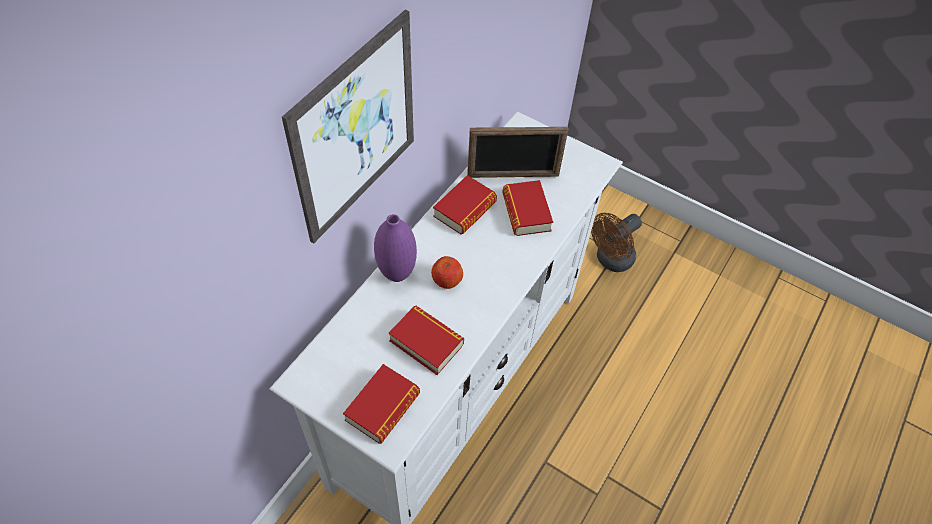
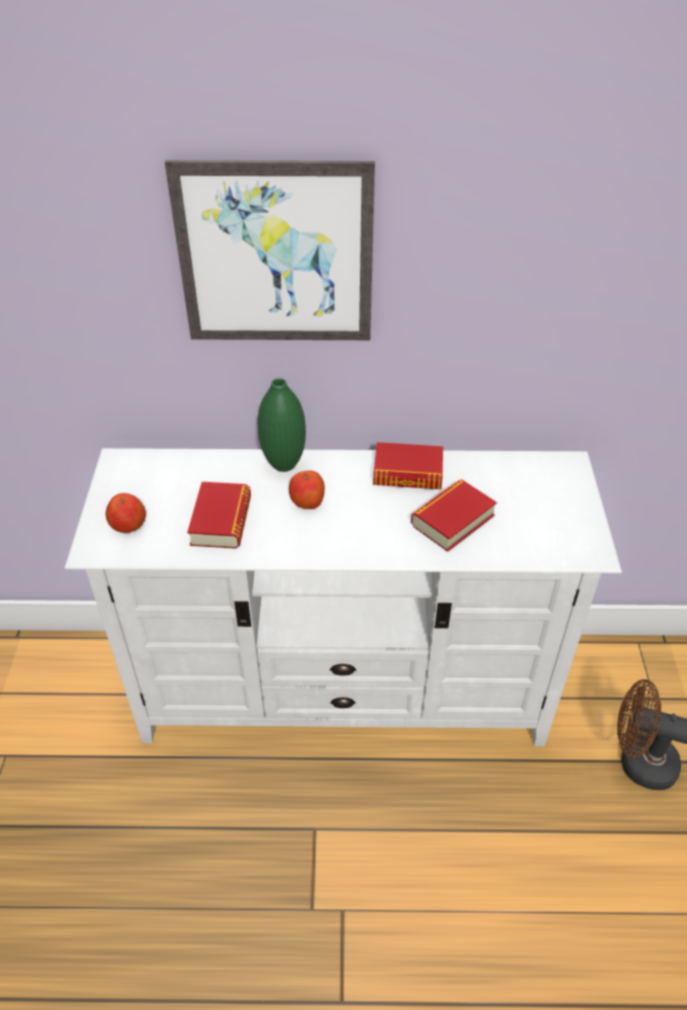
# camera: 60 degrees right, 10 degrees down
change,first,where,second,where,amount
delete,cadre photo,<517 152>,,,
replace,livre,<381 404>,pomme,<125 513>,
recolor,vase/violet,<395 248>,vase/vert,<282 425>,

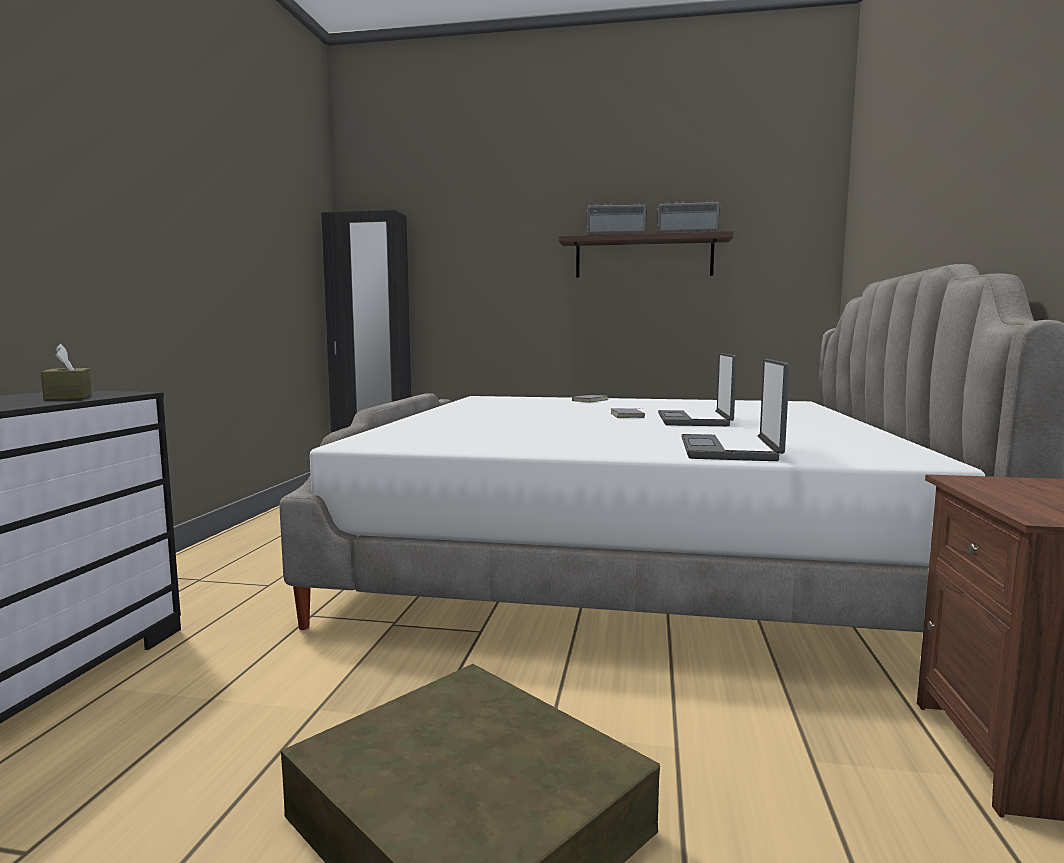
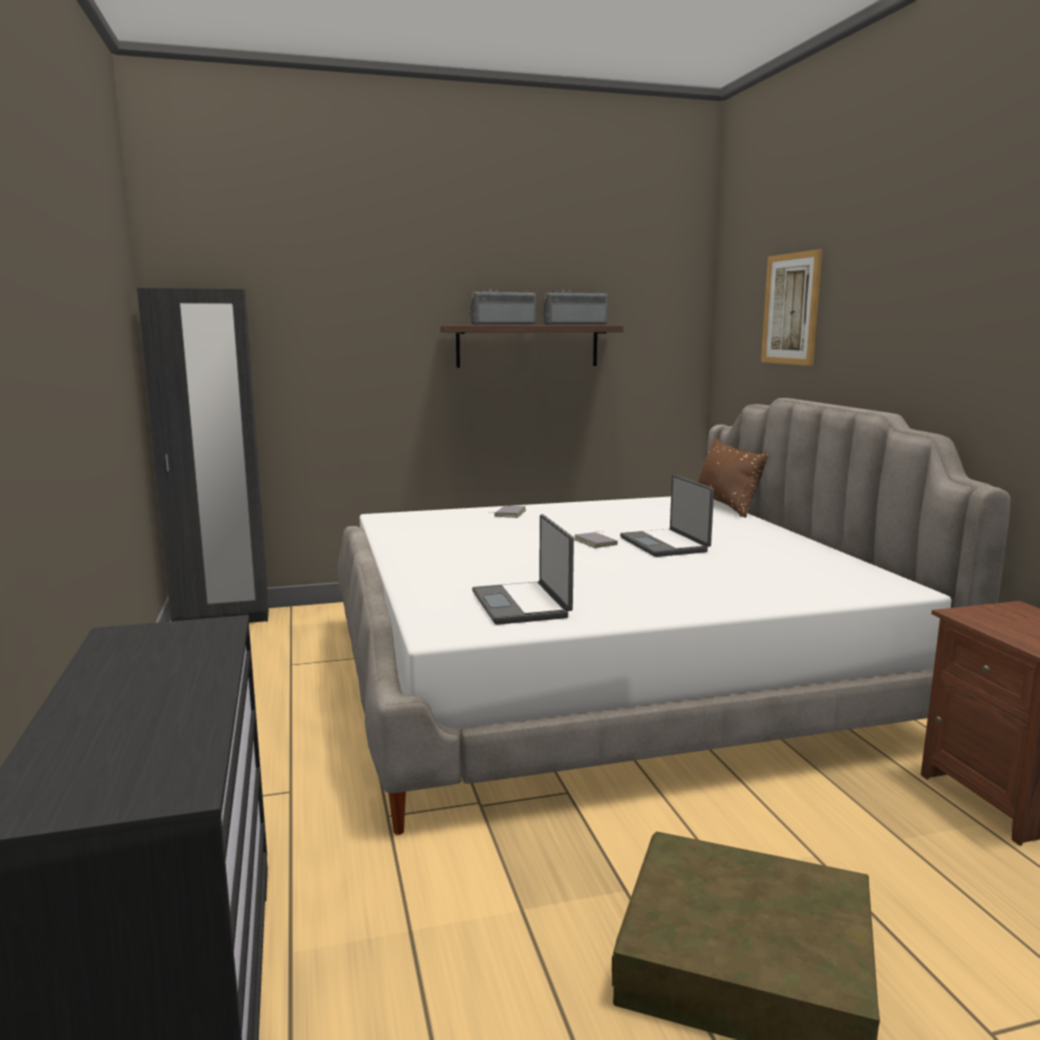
# camera: 25 degrees left, 5 degrees up
change,first,where,second,where,amount
delete,boîte à mouchoirs/marron,<66 371>,,,
insert,,,coussin/marron,<732 478>,
insert,,,tableau,<791 307>,
move,ordinateur portable,<735 410>,,<523 569>,

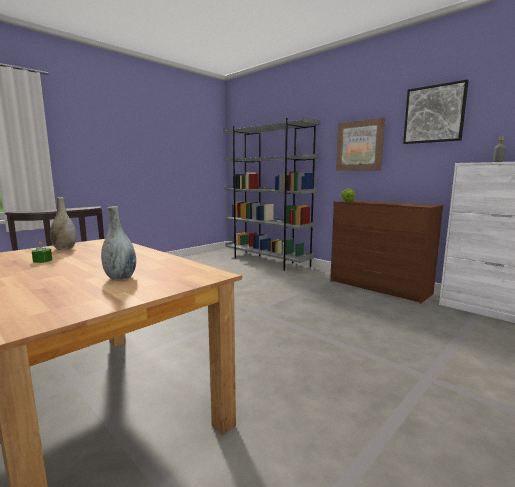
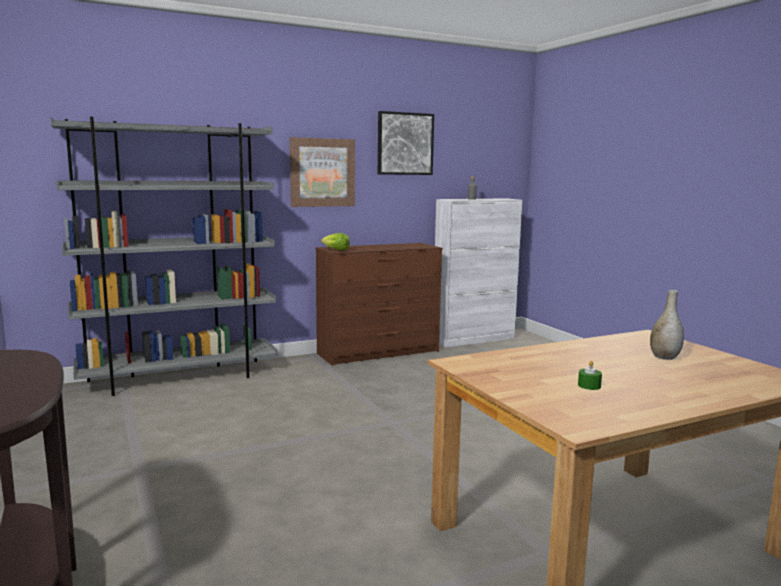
# camera: 70 degrees left, 0 degrees up
change,first,where,second,where,amount
delete,vase/gris,<63 223>,,,

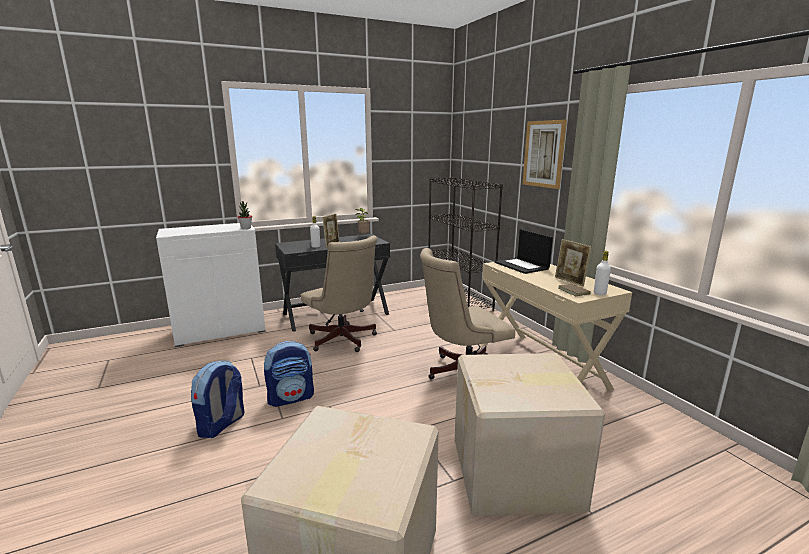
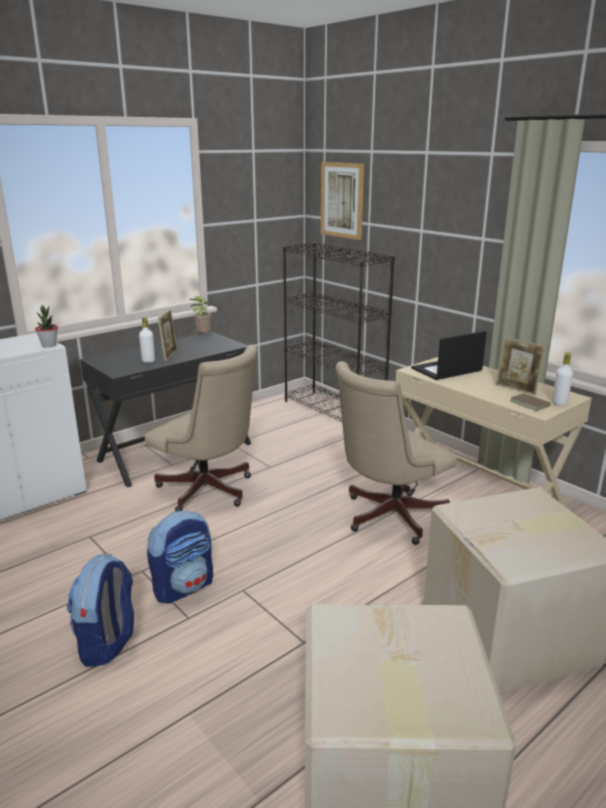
# camera: 15 degrees left, 5 degrees up
change,first,where,second,where,amount
move,tableau,<545 154>,,<342 201>,
rotate,ordinateur portable,<524 251>,,<449 355>,105 degrees clockwise

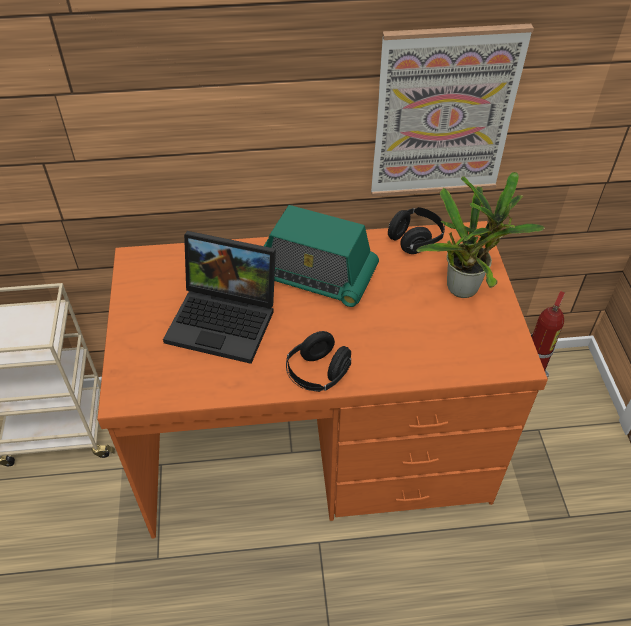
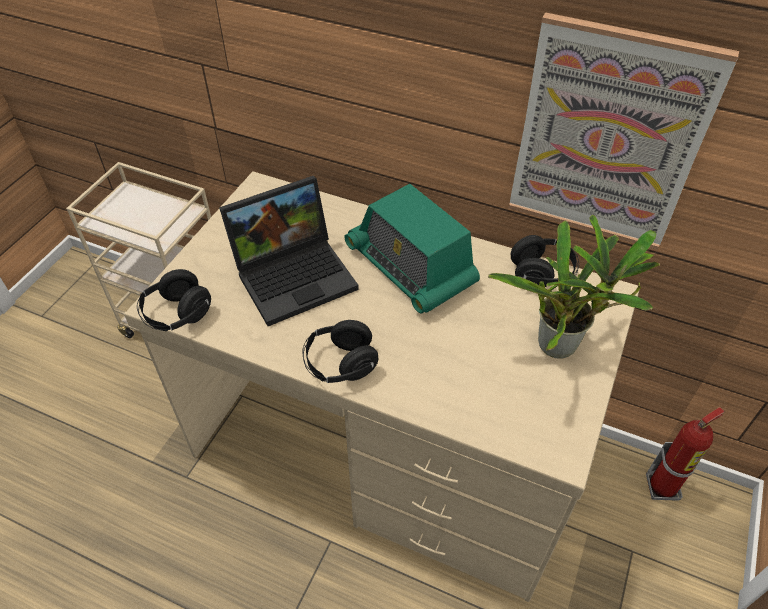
# camera: 30 degrees right, 0 degrees up
change,first,where,second,where,amount
insert,,,casque audio/noir,<174 300>,
recolor,bureau/orange,<322 380>,bureau/beige,<382 386>,
rotate,ordinateur portable,<219 297>,,<289 251>,75 degrees counterclockwise

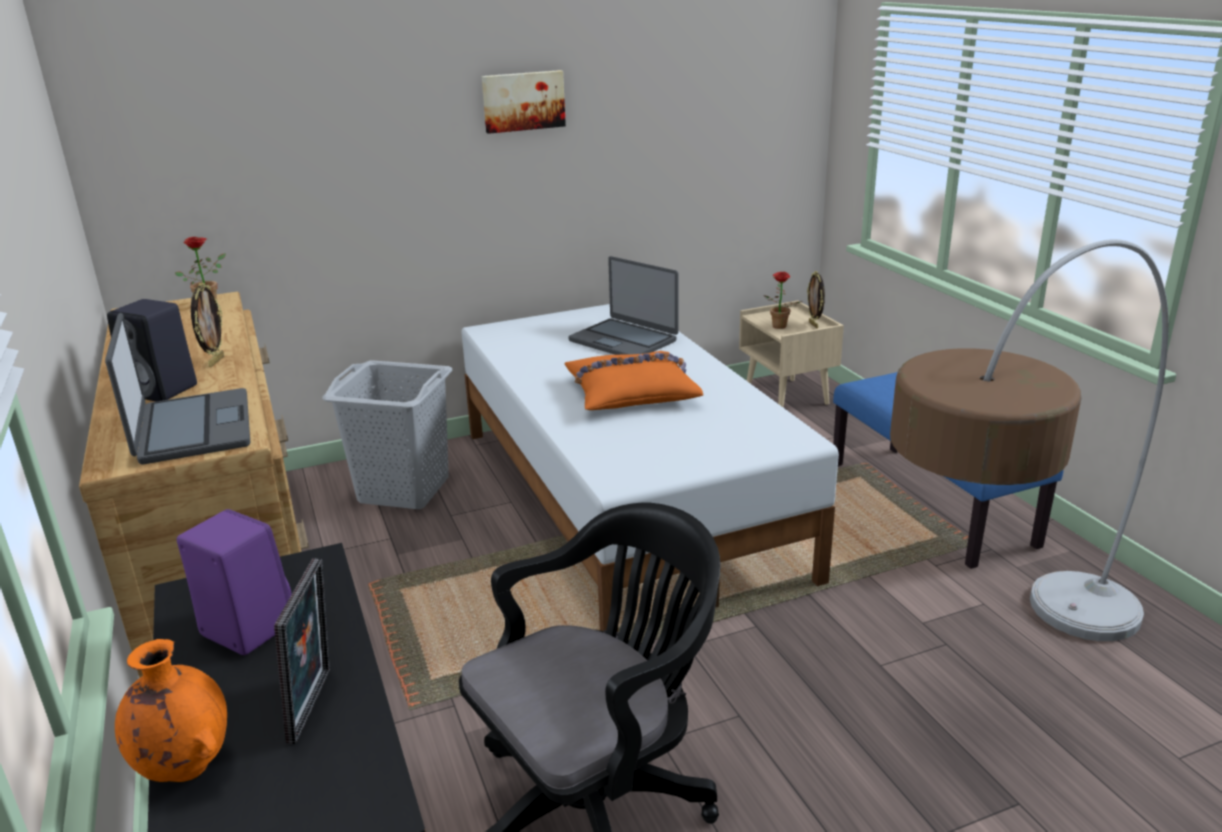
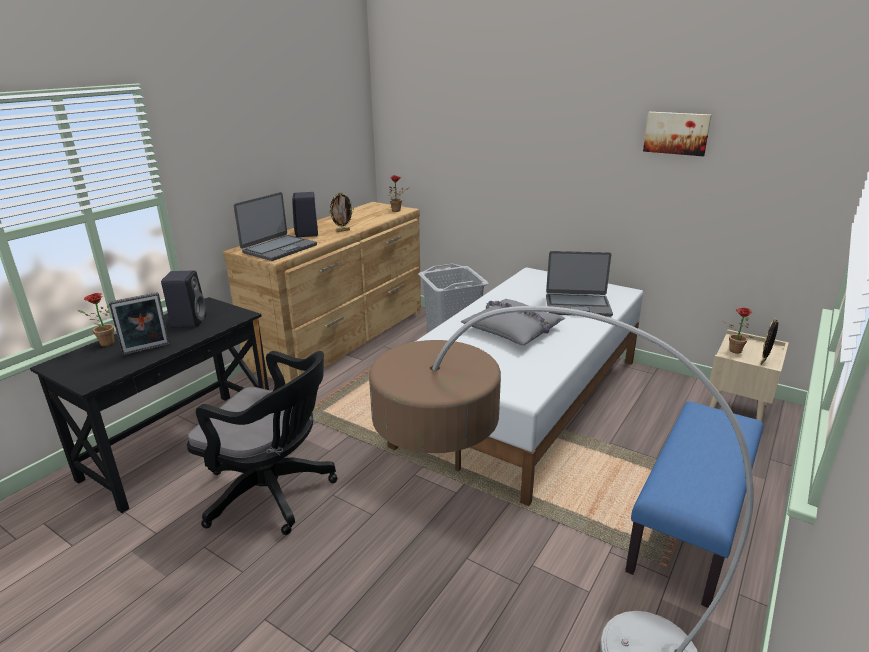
# camera: 55 degrees right, 0 degrees up
change,first,where,second,where,amount
move,tableau,<524 102>,,<677 134>,
replace,vase/orange,<171 710>,plante en pot,<96 319>,
recolor,enceinte/violet,<234 582>,enceinte/noir,<183 299>,
recolor,coussin/orange,<634 380>,coussin/gris,<513 322>,
rotate,ordinateur portable,<623 305>,,<579 284>,90 degrees counterclockwise

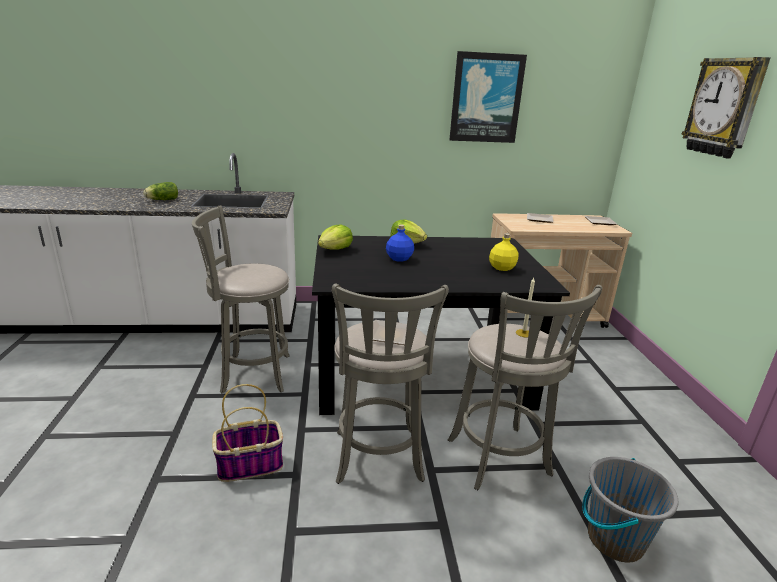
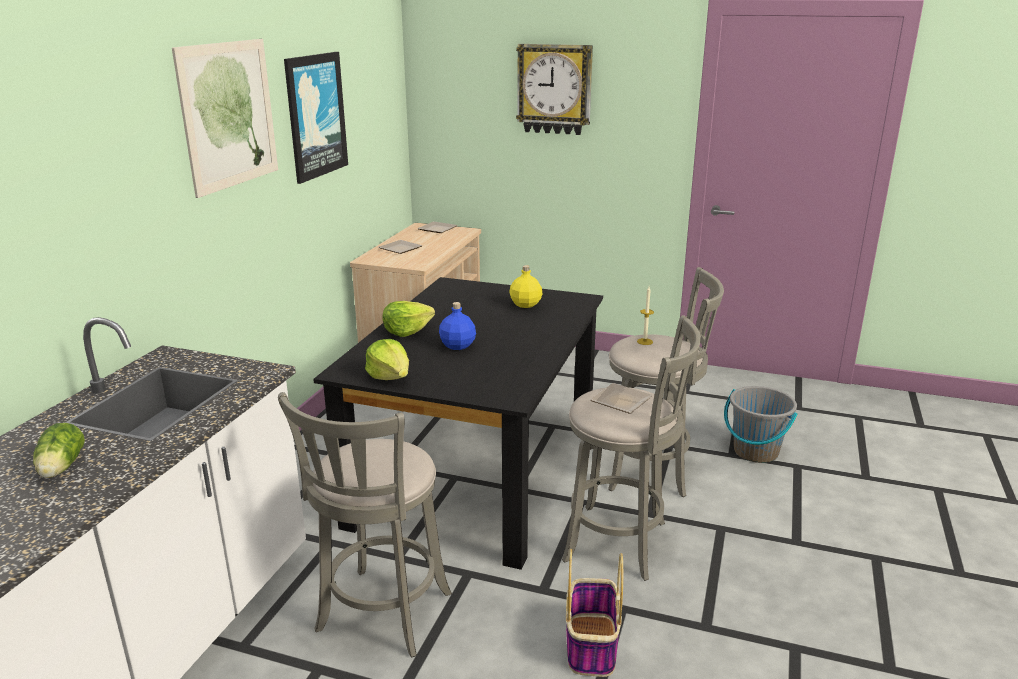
# camera: 65 degrees left, 0 degrees up
change,first,where,second,where,amount
insert,,,tableau,<225 118>,

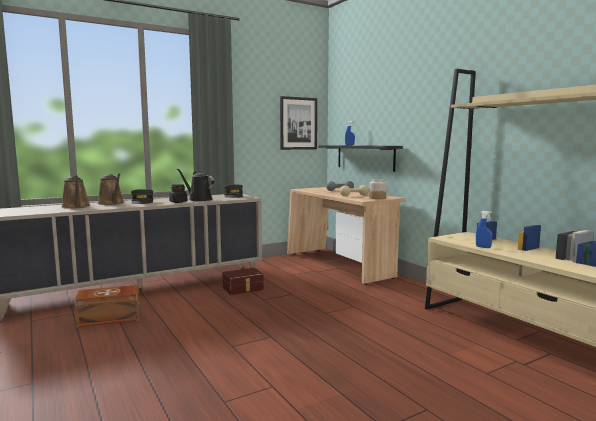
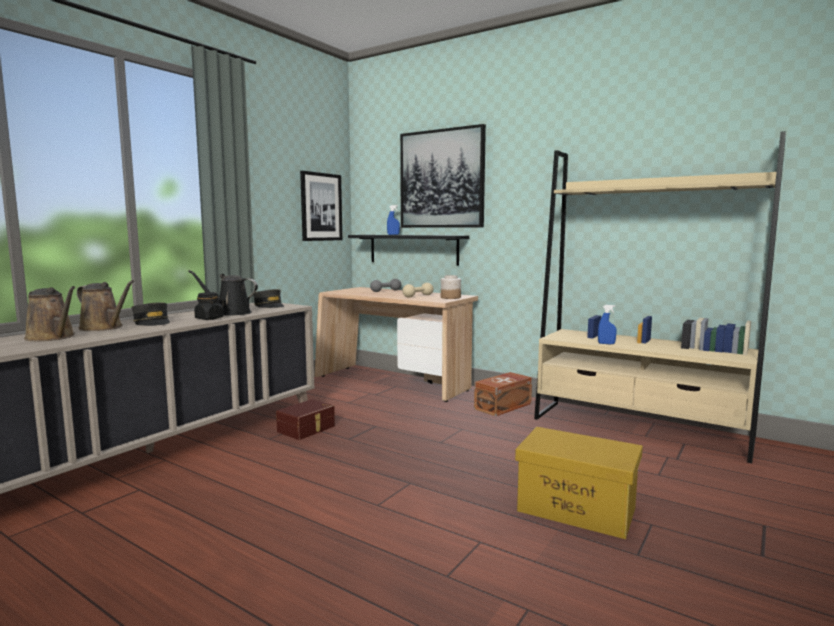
# camera: 25 degrees left, 0 degrees up
change,first,where,second,where,amount
insert,,,tableau,<443 176>,
insert,,,boîte de rangement/jaune,<579 483>,
move,boîte de rangement/marron,<107 306>,,<503 394>,

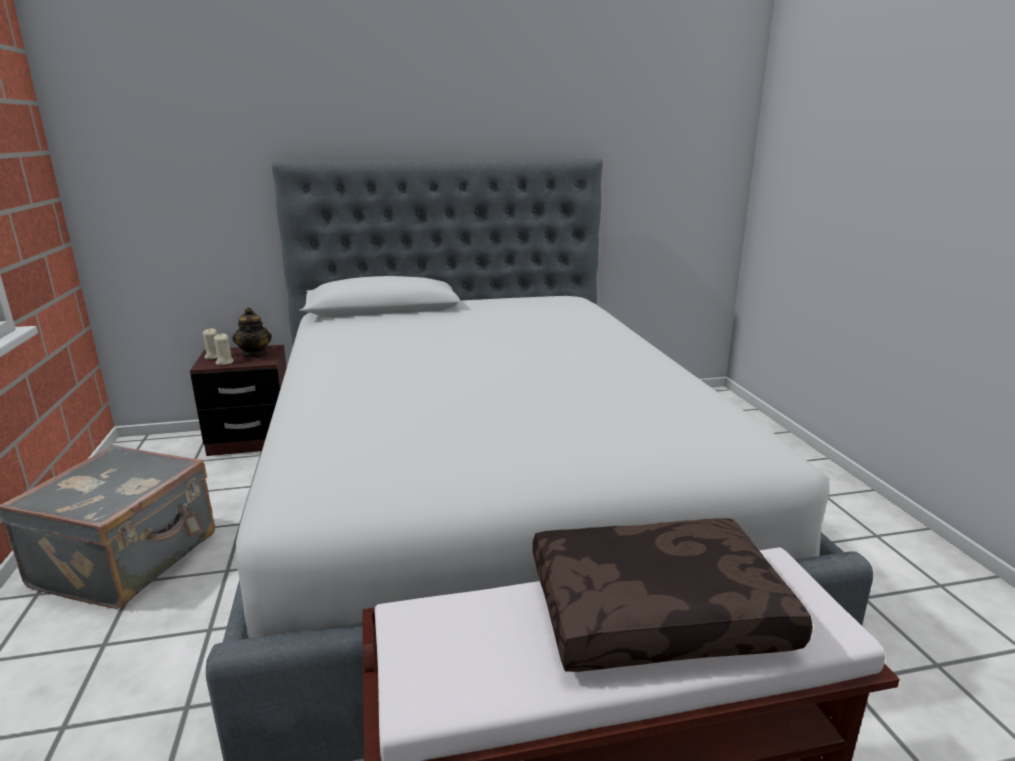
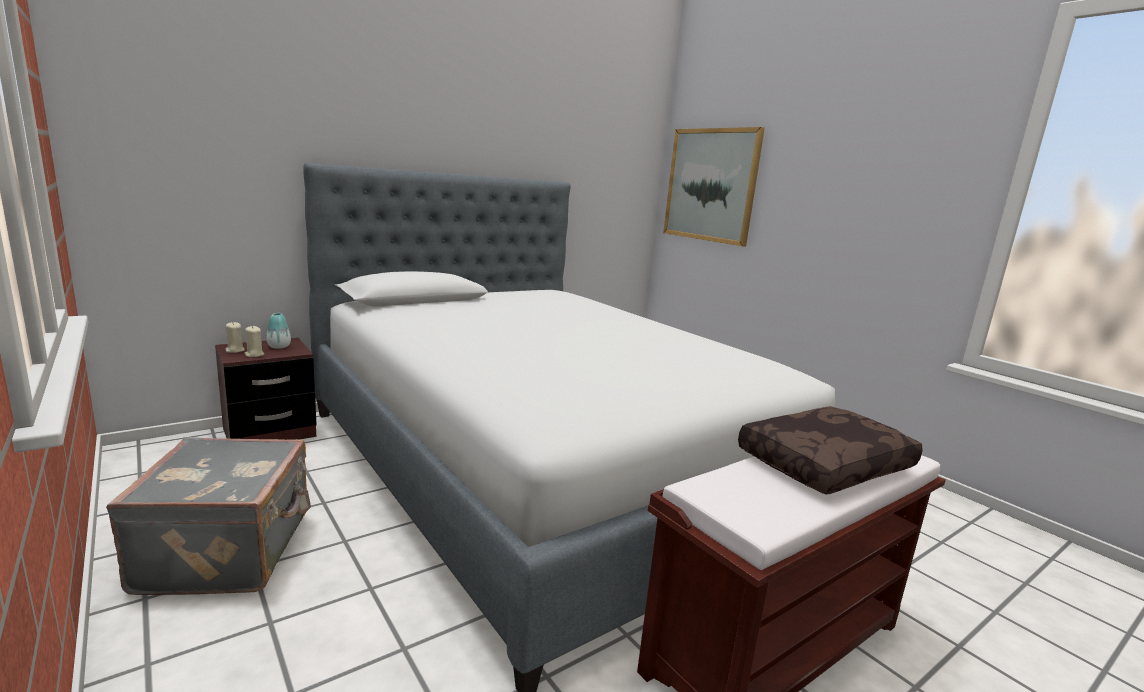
# camera: 25 degrees left, 5 degrees down
change,first,where,second,where,amount
insert,,,tableau,<714 186>,
replace,théière,<252 332>,vase,<278 331>,

